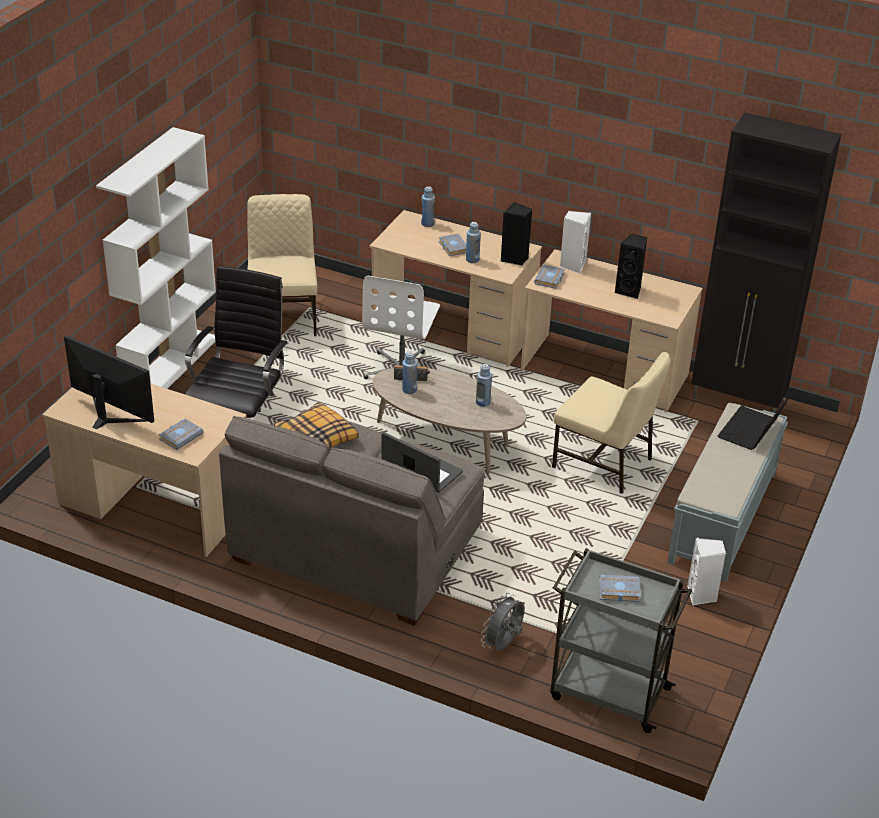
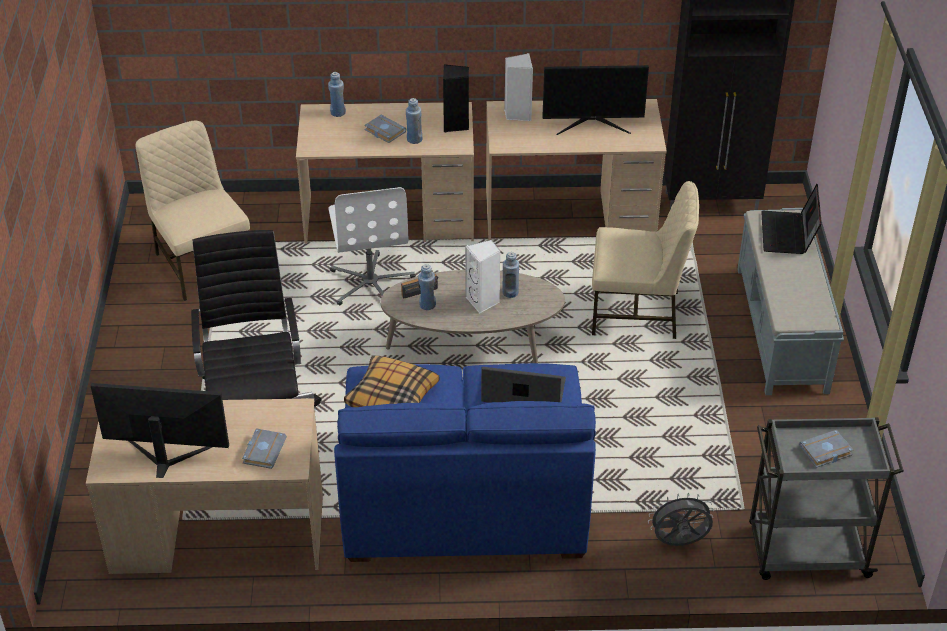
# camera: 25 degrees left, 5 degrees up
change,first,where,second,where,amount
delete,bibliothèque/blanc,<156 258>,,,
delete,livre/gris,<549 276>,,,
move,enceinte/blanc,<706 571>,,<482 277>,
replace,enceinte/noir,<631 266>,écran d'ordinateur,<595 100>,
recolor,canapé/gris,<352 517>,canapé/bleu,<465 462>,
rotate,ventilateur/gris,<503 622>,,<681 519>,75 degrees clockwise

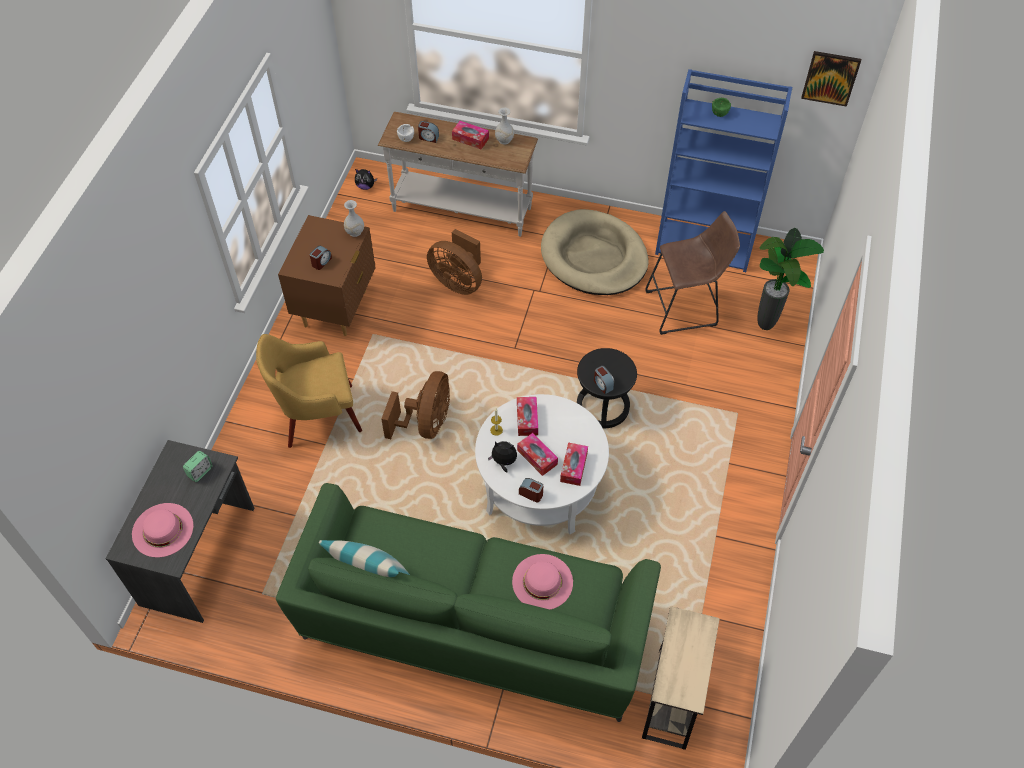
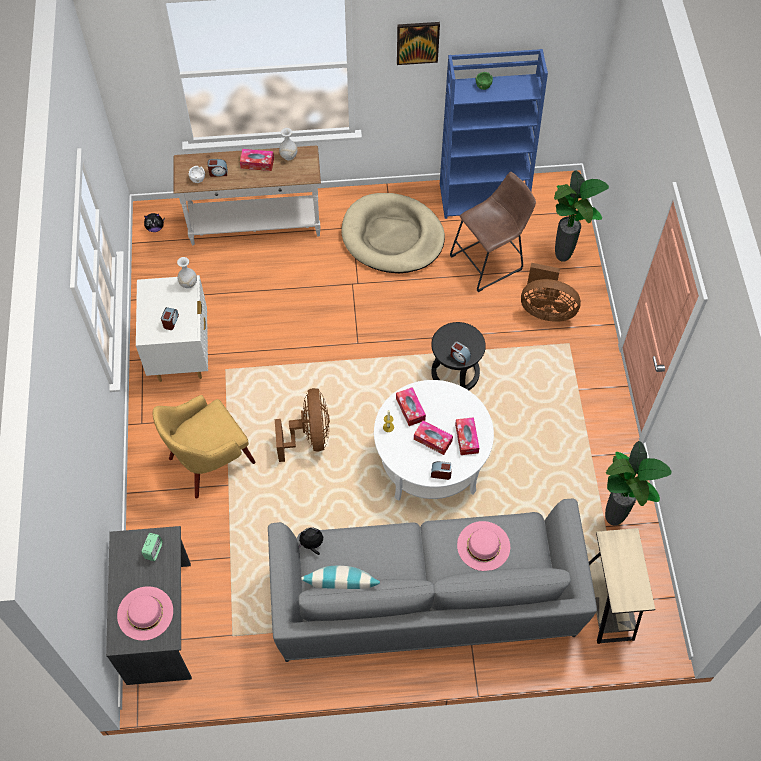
# camera: 20 degrees left, 5 degrees up
change,first,where,second,where,amount
insert,,,plante en pot,<638 483>,
move,ventilateur/marron,<454 262>,,<551 292>,
move,peluche,<502 457>,,<310 541>,
move,tableau,<831 79>,,<418 43>,
recolor,canapé/vert,<468 602>,canapé/gris,<432 580>,
recolor,table de chevet/marron,<327 275>,table de chevet/blanc,<172 328>,

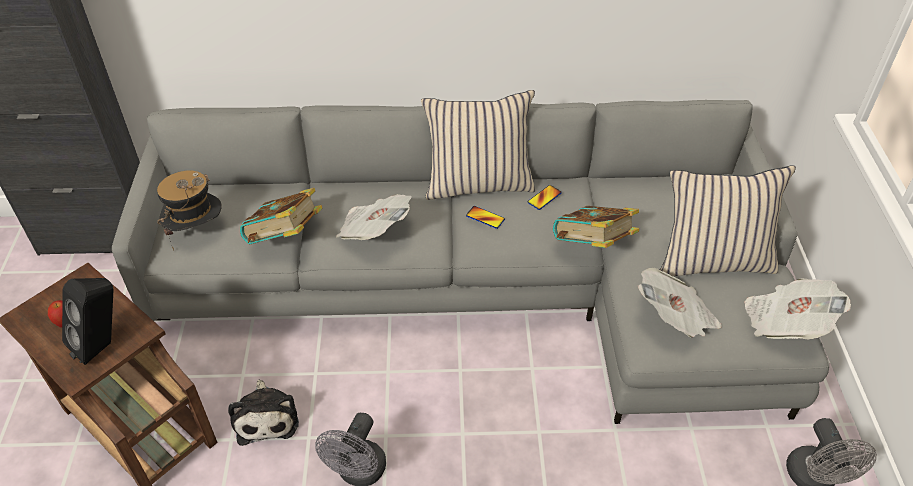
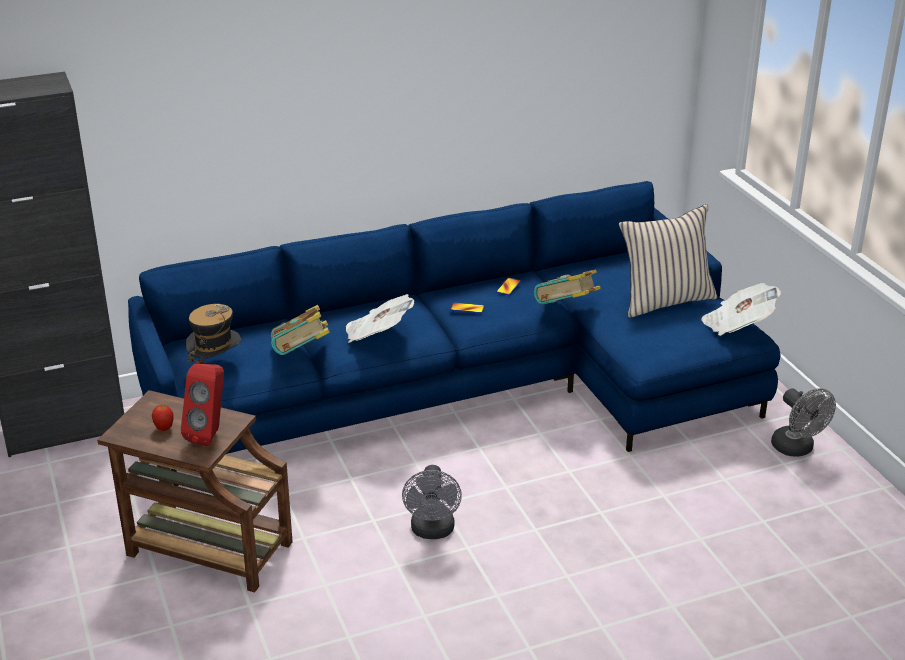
# camera: 20 degrees left, 15 degrees down
change,first,where,second,where,amount
delete,peluche,<263 413>,,,
delete,coussin/beige,<478 145>,,,
delete,journal,<679 303>,,,
recolor,enceinte/noir,<87 321>,enceinte/rouge,<202 405>,
recolor,canapé/gris,<470 262>,canapé/bleu,<454 333>,

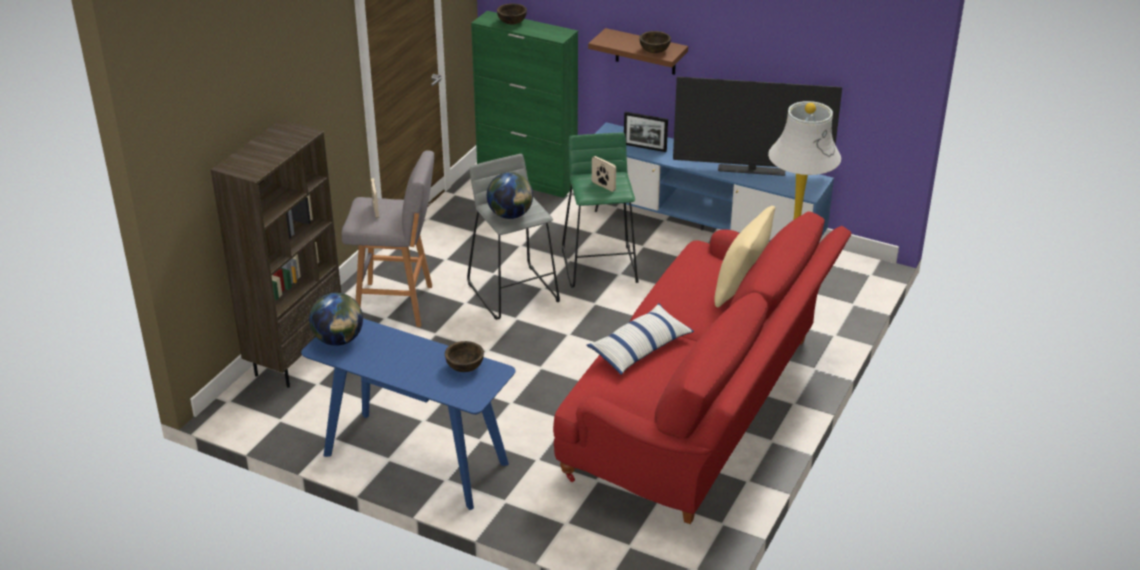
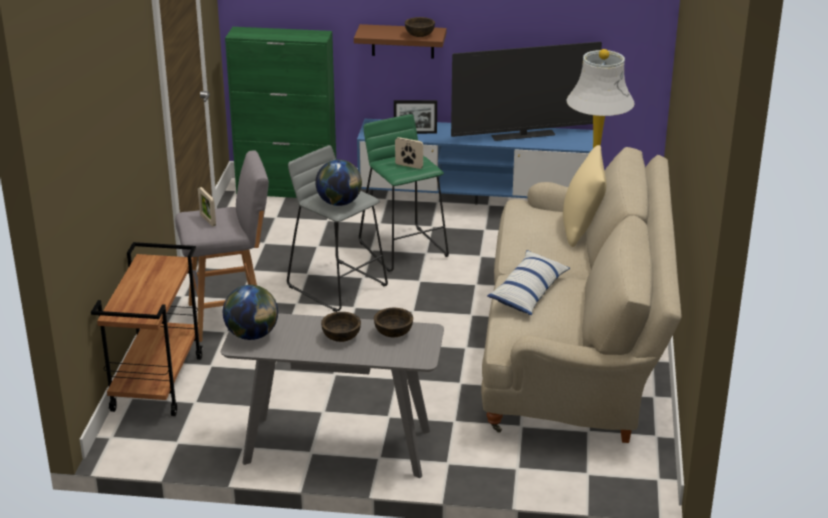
# camera: 20 degrees left, 5 degrees down
change,first,where,second,where,amount
move,bol/marron,<512 13>,,<341 327>,
replace,bibliothèque/marron,<276 253>,chariot/marron,<147 329>,
recolor,table console/bleu,<408 414>,table console/gris,<332 395>,
recolor,canapé/rouge,<702 368>,canapé/beige,<581 295>,

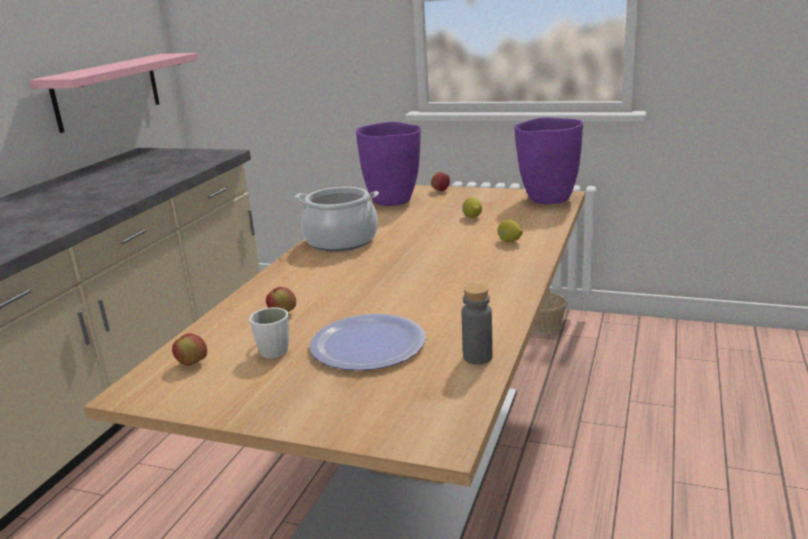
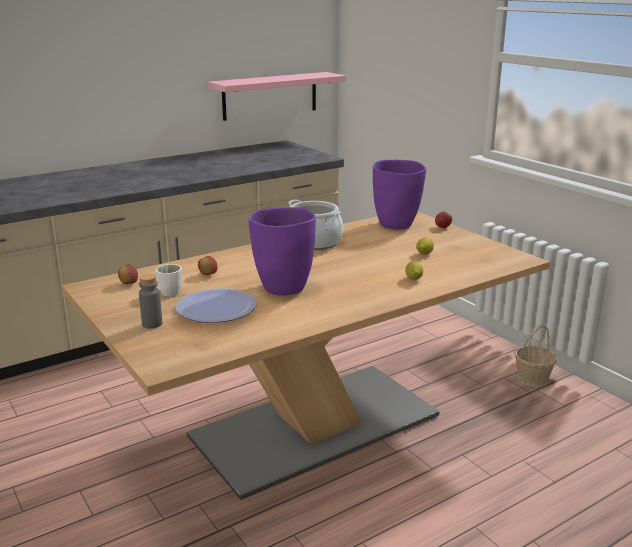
# camera: 35 degrees right, 0 degrees up
change,first,where,second,where,amount
move,bouteille/gris,<477 324>,,<150 301>,
move,vase/violet,<548 160>,,<282 251>,

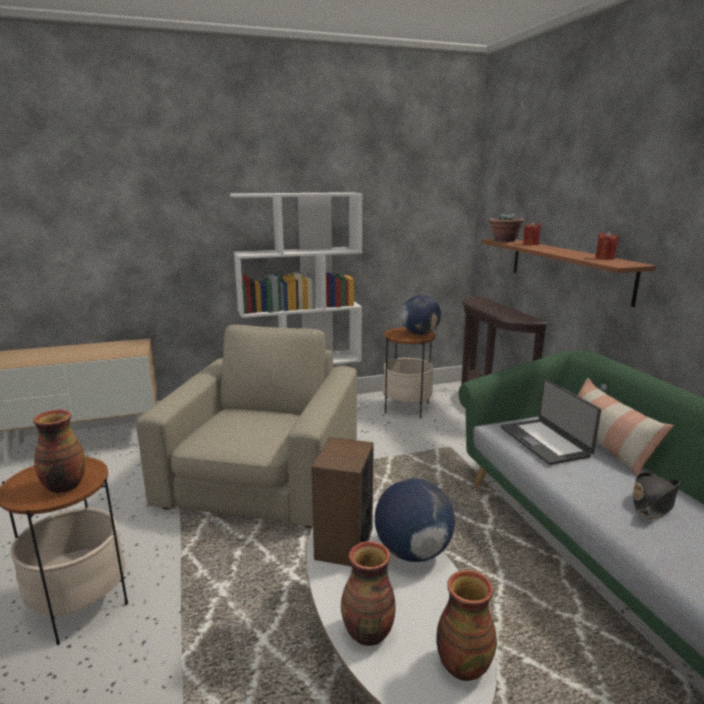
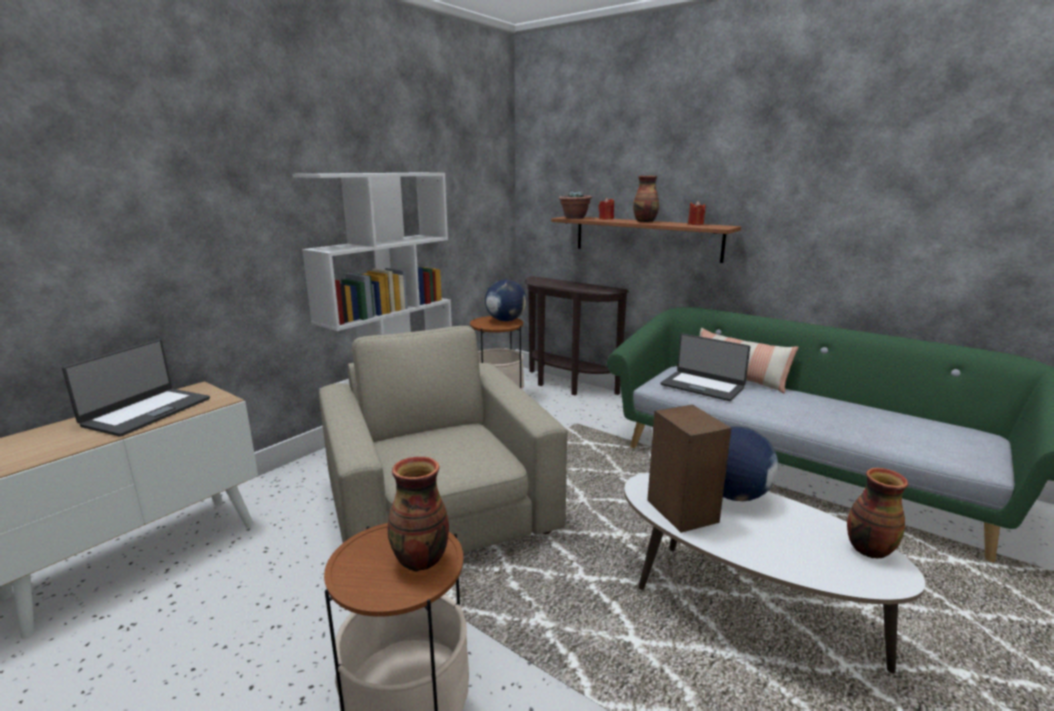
# camera: 35 degrees left, 0 degrees up
change,first,where,second,where,amount
delete,chapeau/noir,<657 495>,,,
insert,,,ordinateur portable,<136 388>,
move,vase,<368 593>,,<646 199>,

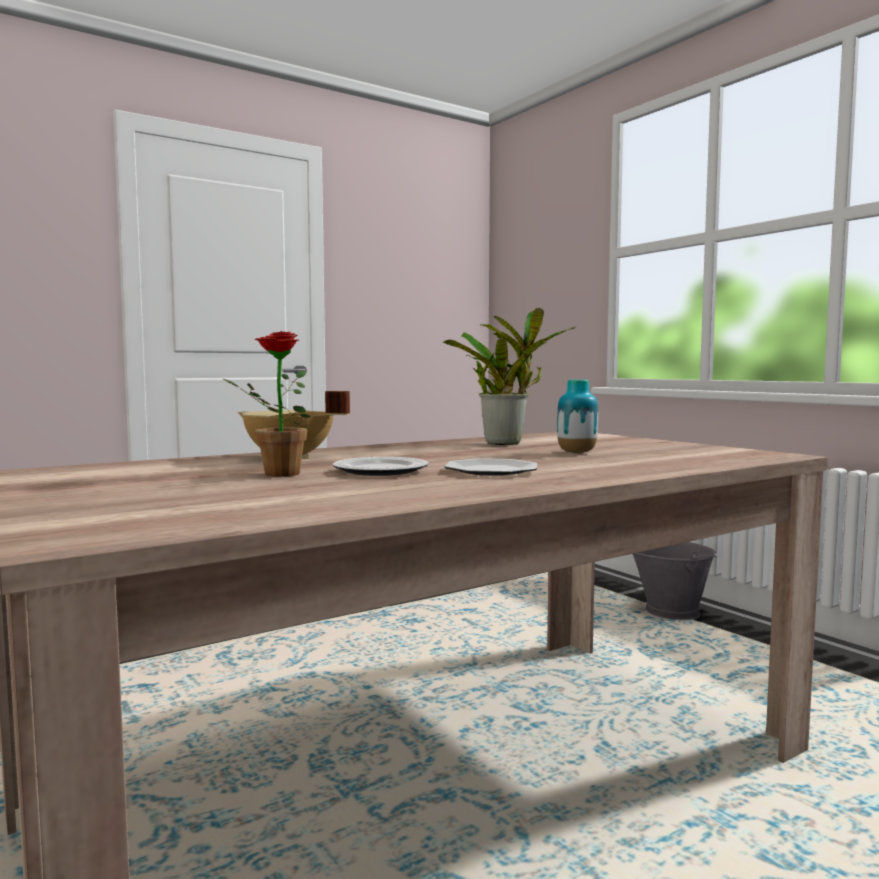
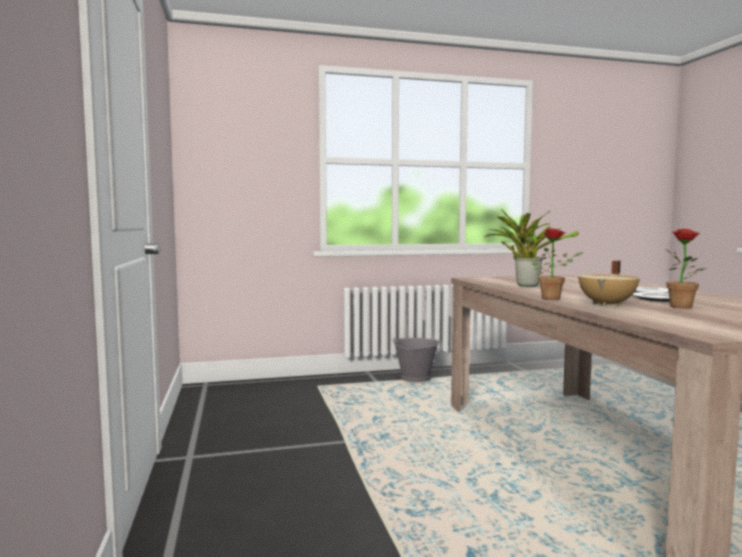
# camera: 70 degrees left, 0 degrees up
change,first,where,second,where,amount
delete,vase,<577 416>,,,
insert,,,plante en pot,<557 264>,

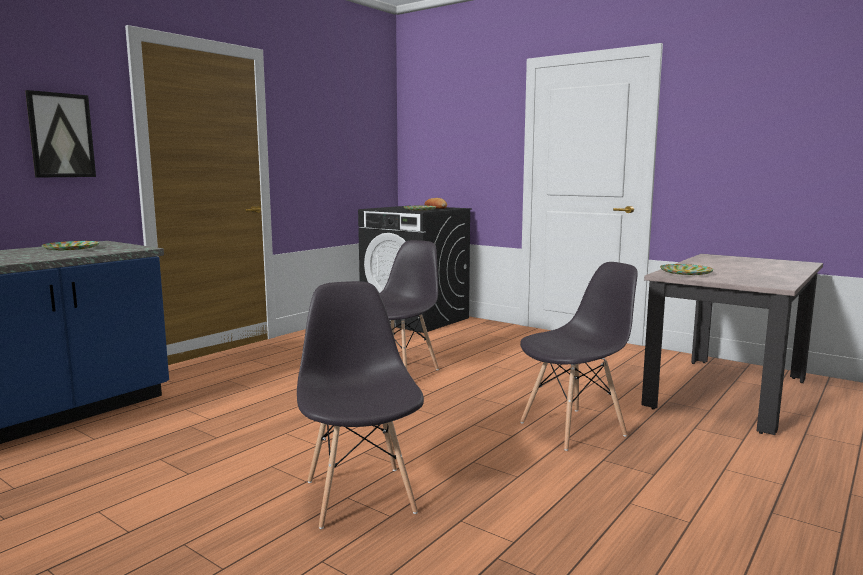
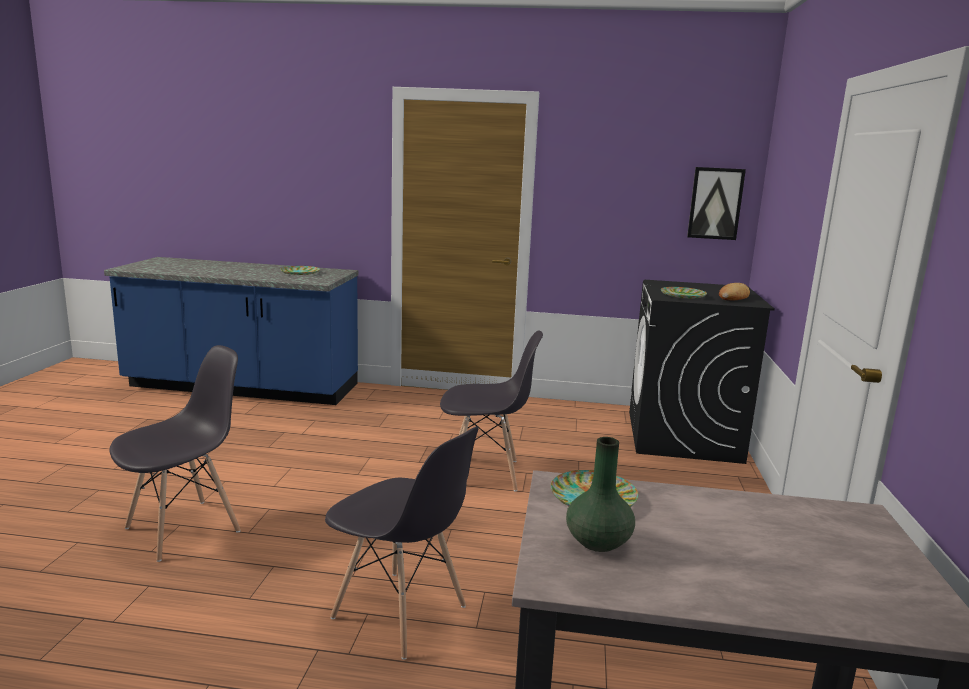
# camera: 60 degrees right, 5 degrees up
change,first,where,second,where,amount
insert,,,vase/vert,<600 494>,
move,tableau,<60 134>,,<716 203>,

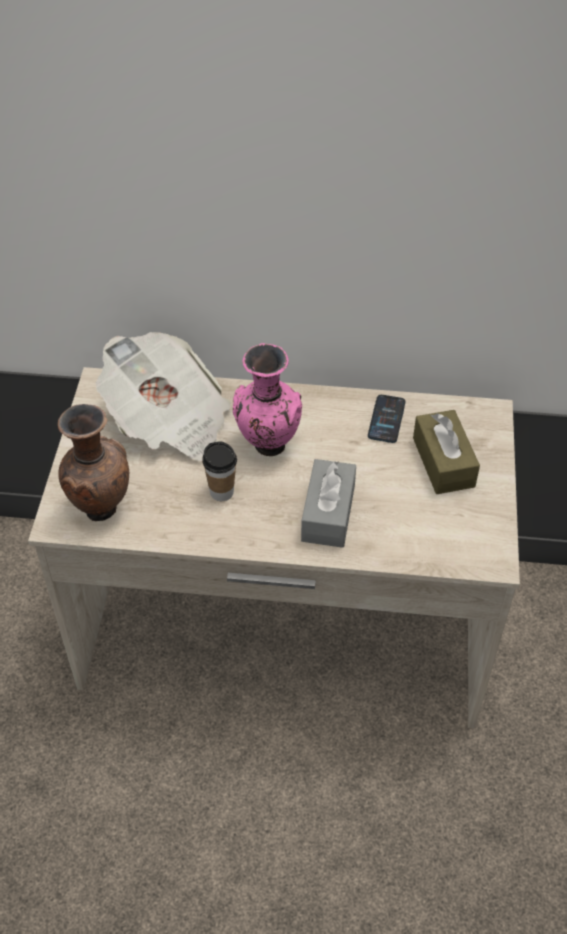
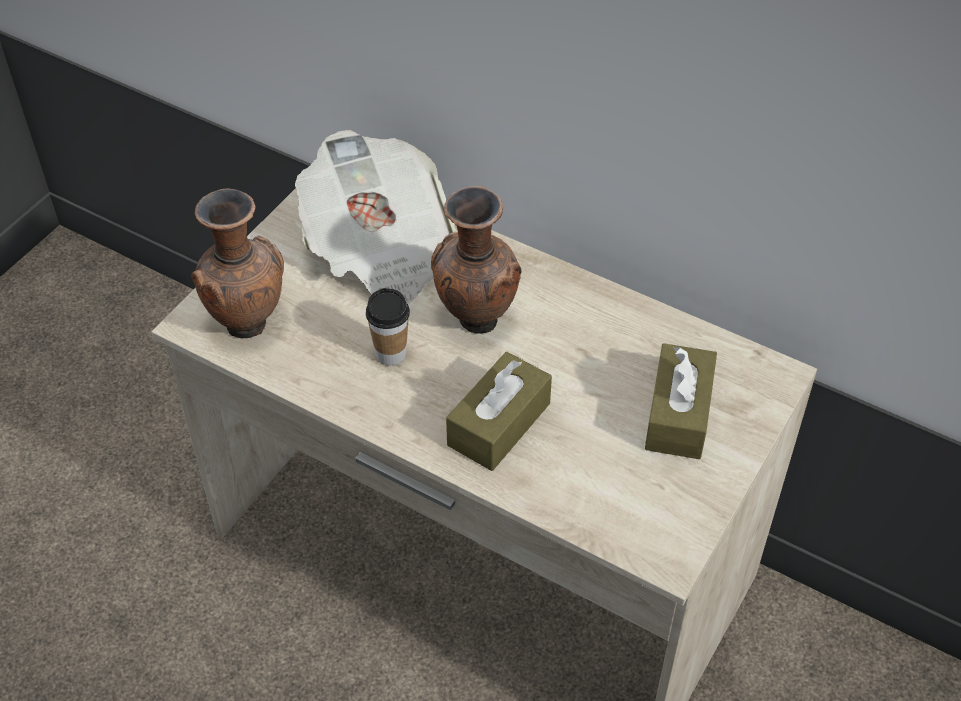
# camera: 25 degrees right, 0 degrees up
change,first,where,second,where,amount
delete,téléphone,<386 419>,,,
recolor,vase/rose,<267 400>,vase/marron,<476 260>,
recolor,boîte à mouchoirs/gris,<328 503>,boîte à mouchoirs/marron,<499 411>,

